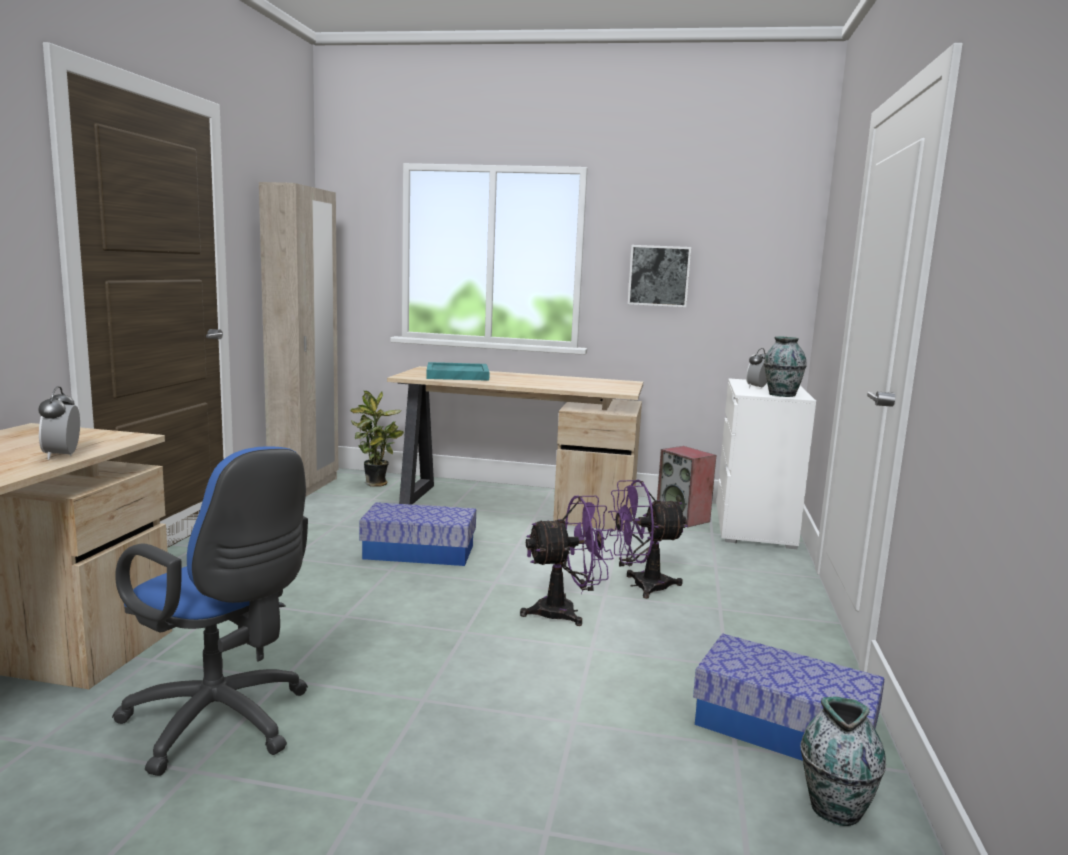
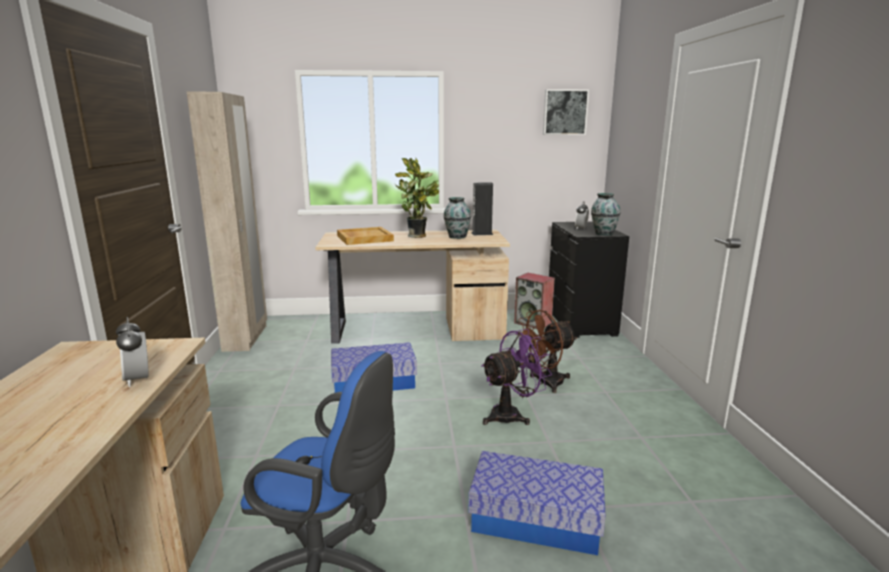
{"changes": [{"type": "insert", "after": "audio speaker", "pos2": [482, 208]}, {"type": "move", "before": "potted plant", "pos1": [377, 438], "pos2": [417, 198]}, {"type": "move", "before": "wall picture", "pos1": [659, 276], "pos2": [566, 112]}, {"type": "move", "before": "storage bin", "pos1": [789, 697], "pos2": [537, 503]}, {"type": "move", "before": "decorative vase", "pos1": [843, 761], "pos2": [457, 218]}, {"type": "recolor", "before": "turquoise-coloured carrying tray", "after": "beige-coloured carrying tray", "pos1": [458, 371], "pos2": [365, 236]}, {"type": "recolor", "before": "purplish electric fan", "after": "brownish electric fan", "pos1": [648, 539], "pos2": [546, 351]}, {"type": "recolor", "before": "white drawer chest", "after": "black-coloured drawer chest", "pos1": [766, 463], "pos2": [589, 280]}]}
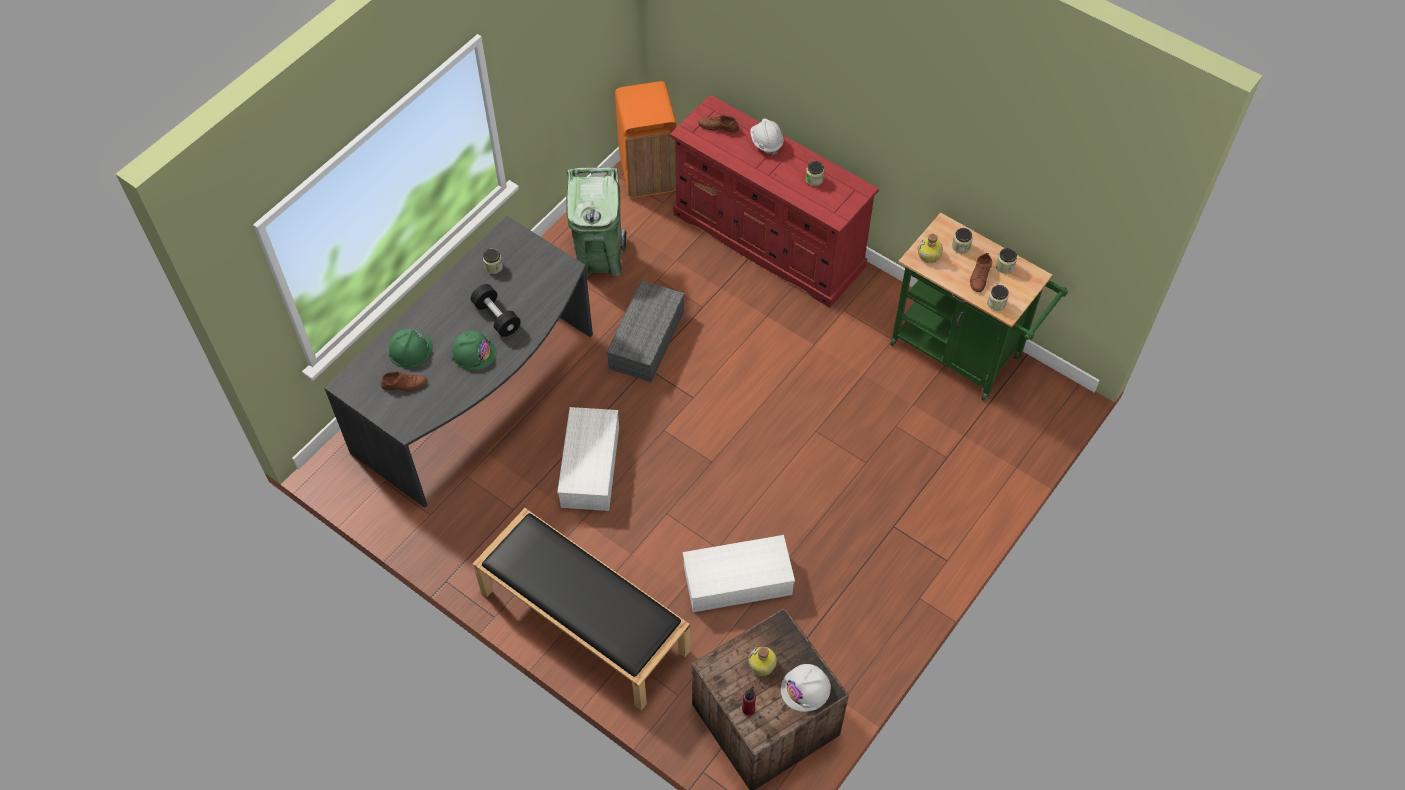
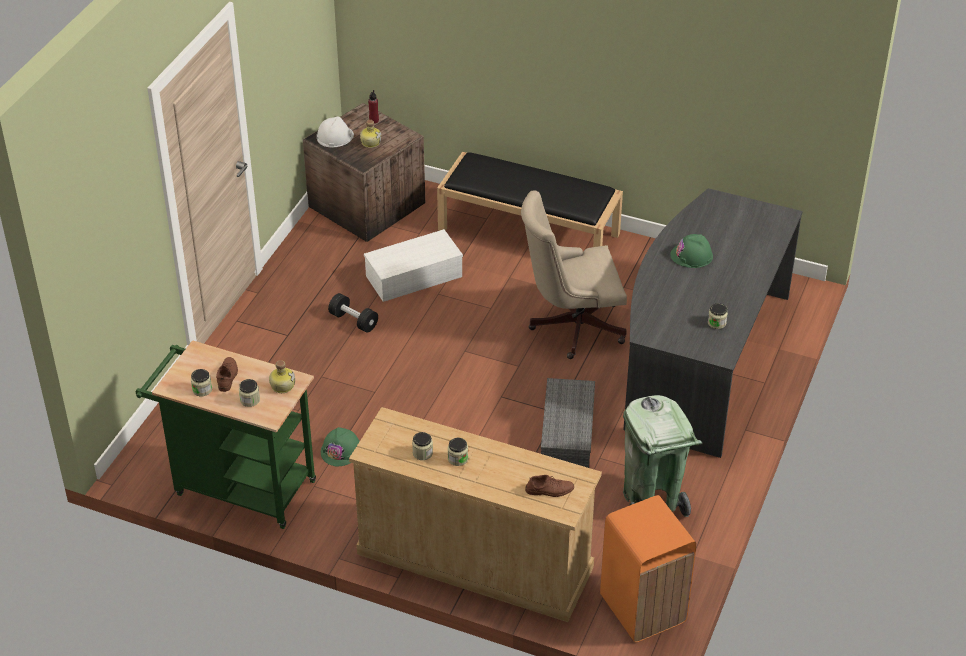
{"changes": [{"type": "delete", "before": "brownish shoe", "pos1": [404, 381]}, {"type": "delete", "before": "white safety helmet", "pos1": [767, 137]}, {"type": "move", "before": "greenish safety helmet", "pos1": [410, 348], "pos2": [340, 446]}, {"type": "move", "before": "black-coloured free weight", "pos1": [496, 310], "pos2": [353, 313]}, {"type": "move", "before": "jar", "pos1": [998, 298], "pos2": [458, 452]}, {"type": "replace", "before": "white storage bin", "after": "beige-coloured desk chair", "pos1": [588, 459], "pos2": [574, 274]}, {"type": "recolor", "before": "red-coloured drawer chest", "after": "beige-coloured drawer chest", "pos1": [774, 201], "pos2": [475, 514]}]}
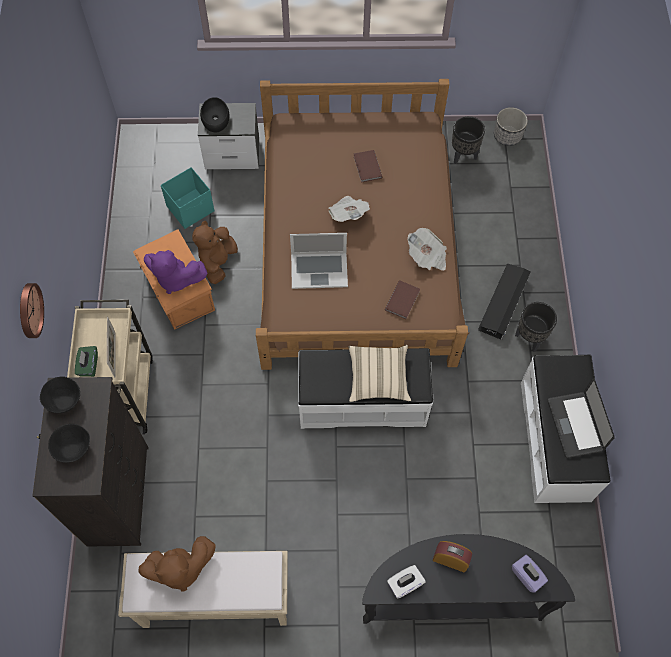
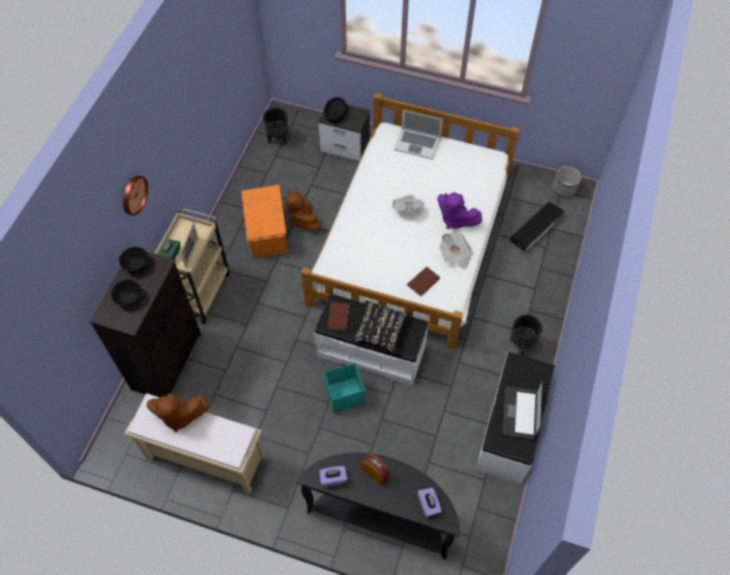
{"changes": [{"type": "move", "before": "purplish soft toy", "pos1": [176, 272], "pos2": [459, 210]}, {"type": "move", "before": "turquoise-coloured storage bin", "pos1": [187, 198], "pos2": [344, 388]}, {"type": "move", "before": "portable computer", "pos1": [319, 261], "pos2": [418, 134]}, {"type": "move", "before": "brownish book", "pos1": [368, 166], "pos2": [338, 316]}, {"type": "move", "before": "black-coloured flower pot", "pos1": [468, 140], "pos2": [275, 126]}, {"type": "move", "before": "black-coloured storage bin", "pos1": [504, 301], "pos2": [537, 227]}, {"type": "recolor", "before": "brownish sleeping bed", "after": "white sleeping bed", "pos1": [362, 224], "pos2": [410, 221]}, {"type": "recolor", "before": "beige-coloured throw pillow", "after": "black-coloured throw pillow", "pos1": [379, 373], "pos2": [380, 327]}, {"type": "recolor", "before": "white box of tissues", "after": "purplish box of tissues", "pos1": [406, 582], "pos2": [333, 476]}, {"type": "rotate", "before": "brownish soft toy", "pos1": [215, 252], "pos2": [303, 210], "turn": -60}]}
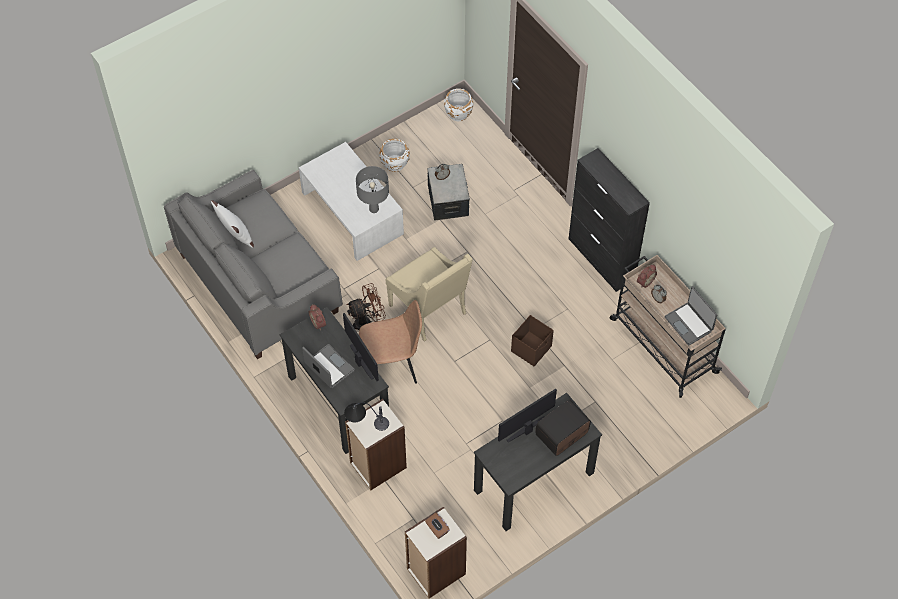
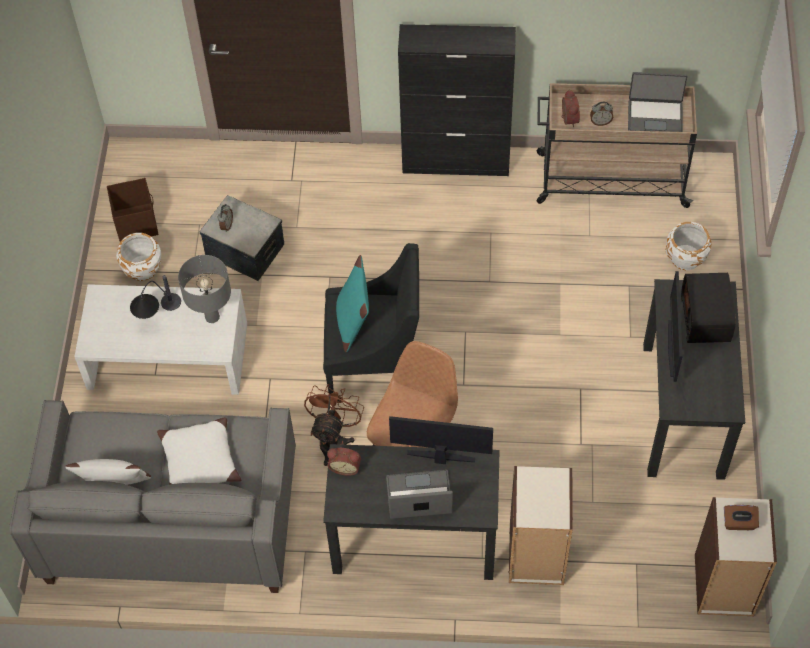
{"changes": [{"type": "insert", "after": "white throw pillow", "pos2": [199, 451]}, {"type": "insert", "after": "turquoise-coloured throw pillow", "pos2": [352, 303]}, {"type": "move", "before": "lamp for a table", "pos1": [366, 416], "pos2": [155, 297]}, {"type": "move", "before": "white flower pot", "pos1": [458, 105], "pos2": [688, 246]}, {"type": "move", "before": "brownish storage bin", "pos1": [532, 340], "pos2": [133, 210]}, {"type": "recolor", "before": "beige-coloured armchair", "after": "black-coloured armchair", "pos1": [429, 294], "pos2": [371, 318]}]}
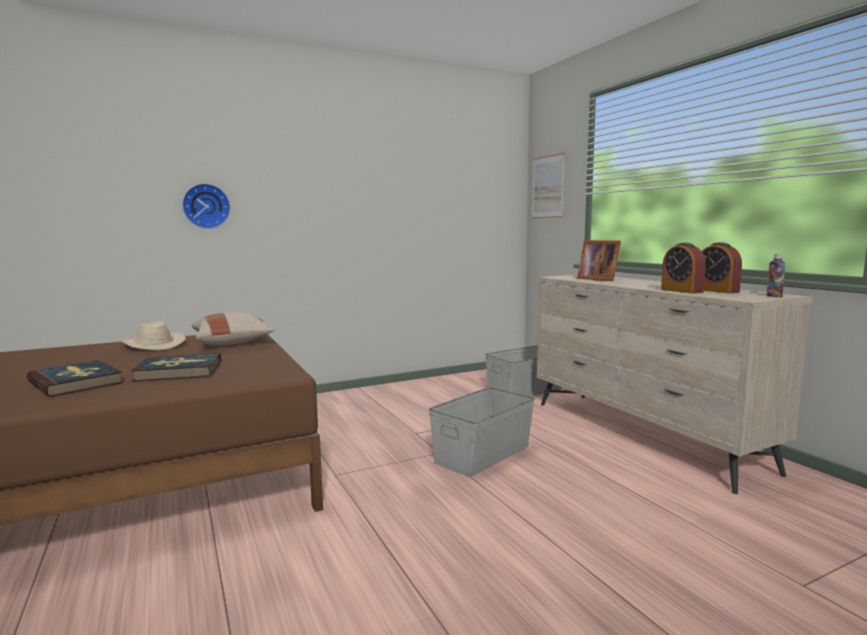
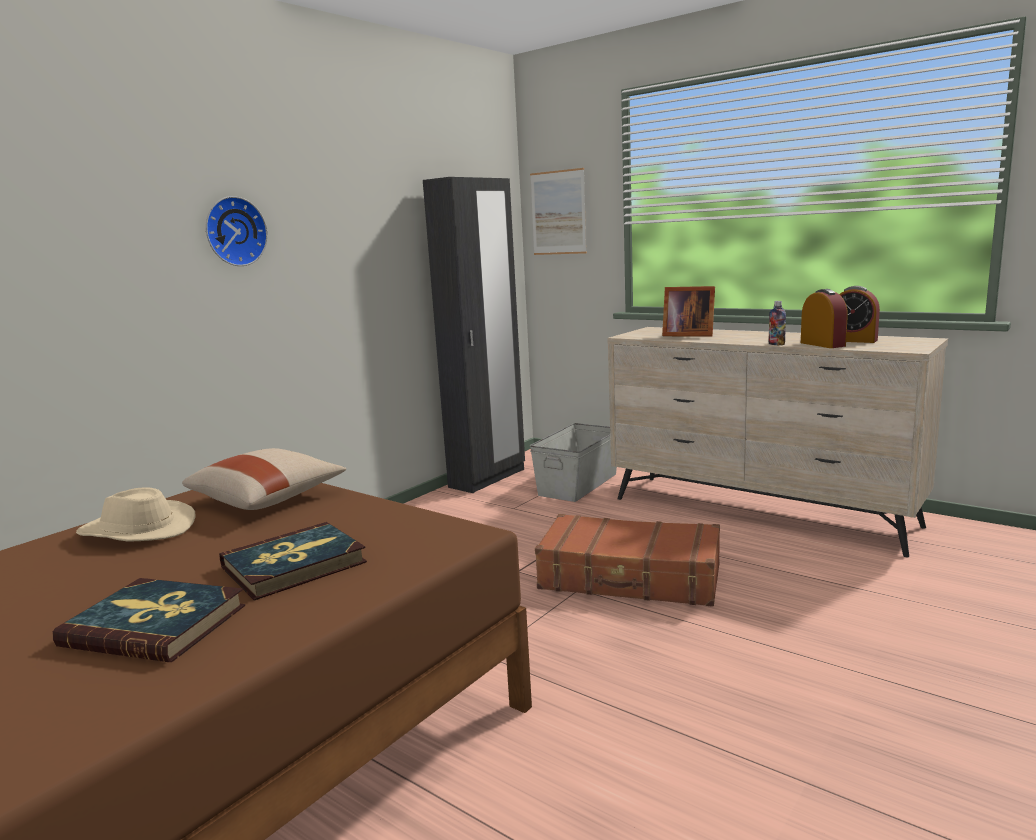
{"changes": [{"type": "insert", "after": "black-coloured wardrobe", "pos2": [474, 335]}, {"type": "move", "before": "clock on the wall", "pos1": [206, 206], "pos2": [237, 231]}, {"type": "move", "before": "beverage bottle", "pos1": [775, 275], "pos2": [777, 323]}, {"type": "replace", "before": "greyish storage bin", "after": "brownish travel case", "pos1": [482, 432], "pos2": [627, 560]}, {"type": "rotate", "before": "bedside clock", "pos1": [683, 268], "pos2": [824, 318], "turn": -150}]}
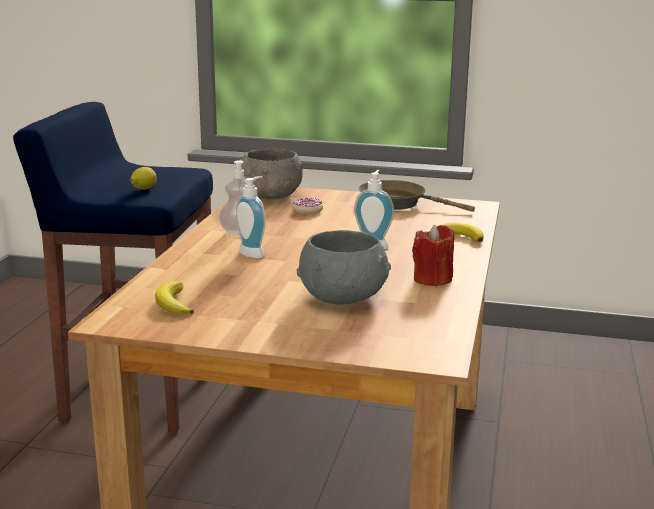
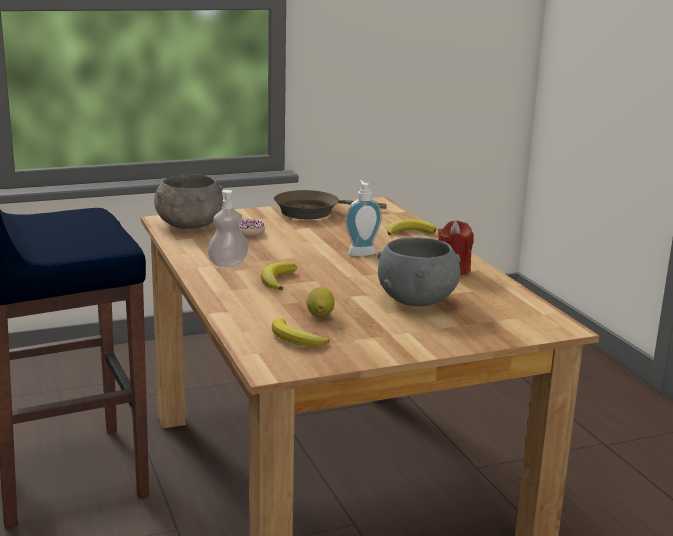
{"changes": [{"type": "move", "before": "citrus fruit", "pos1": [143, 178], "pos2": [320, 302]}, {"type": "replace", "before": "liquid soap bottle", "after": "whole banana", "pos1": [251, 217], "pos2": [279, 276]}]}
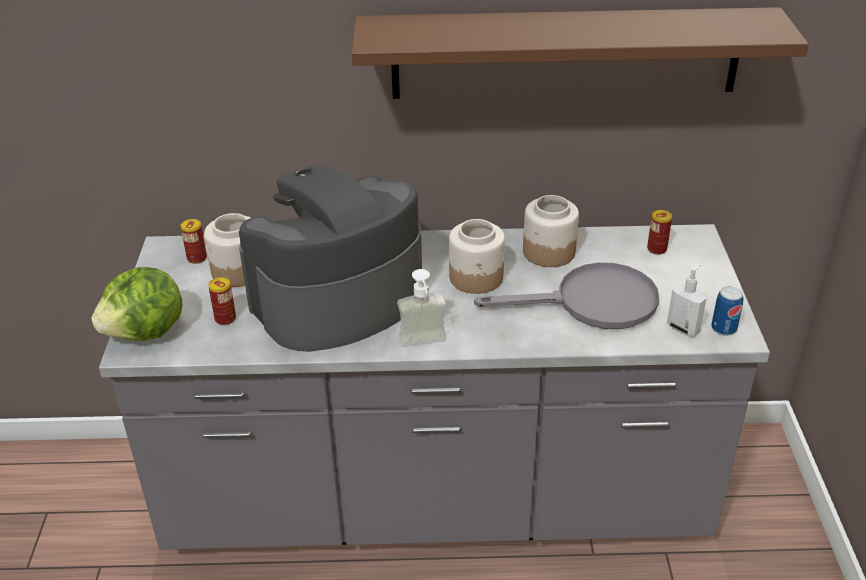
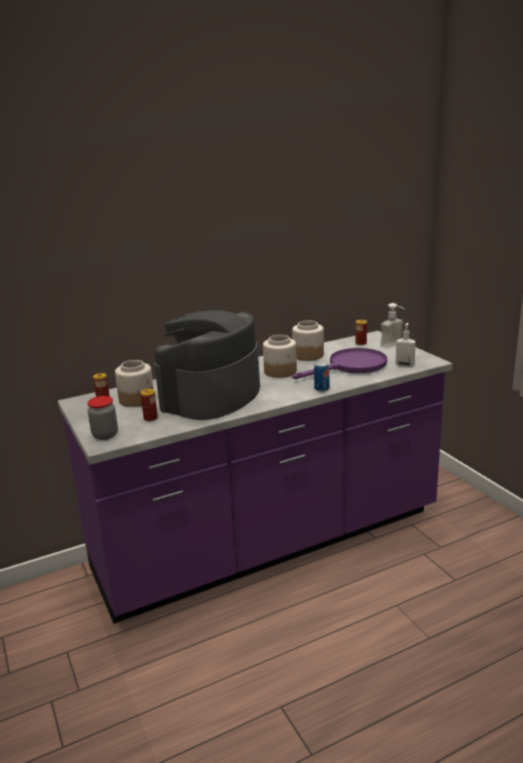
{"changes": [{"type": "delete", "before": "brownish wall shelf", "pos1": [580, 53]}, {"type": "move", "before": "liquid soap bottle", "pos1": [421, 308], "pos2": [392, 326]}, {"type": "move", "before": "metal can", "pos1": [727, 311], "pos2": [322, 376]}, {"type": "replace", "before": "head of lettuce", "after": "jar", "pos1": [137, 304], "pos2": [102, 418]}, {"type": "recolor", "before": "greyish kitchen counter", "after": "purplish kitchen counter", "pos1": [434, 386], "pos2": [255, 477]}, {"type": "recolor", "before": "greyish pan", "after": "purplish pan", "pos1": [566, 295], "pos2": [339, 363]}]}
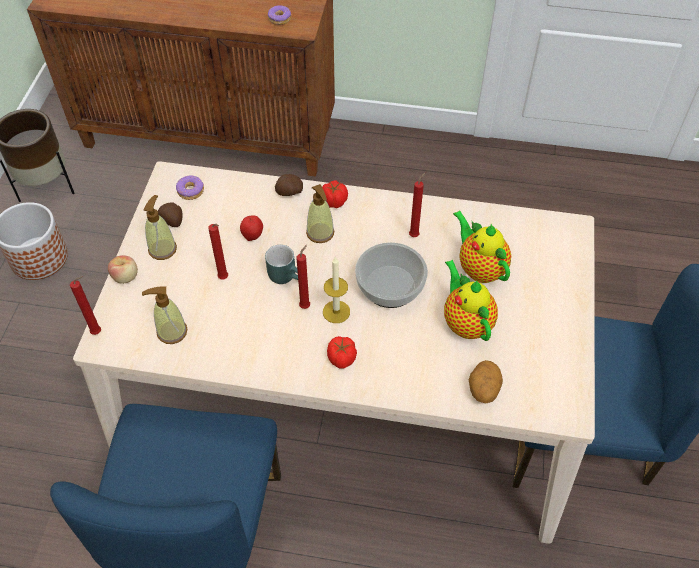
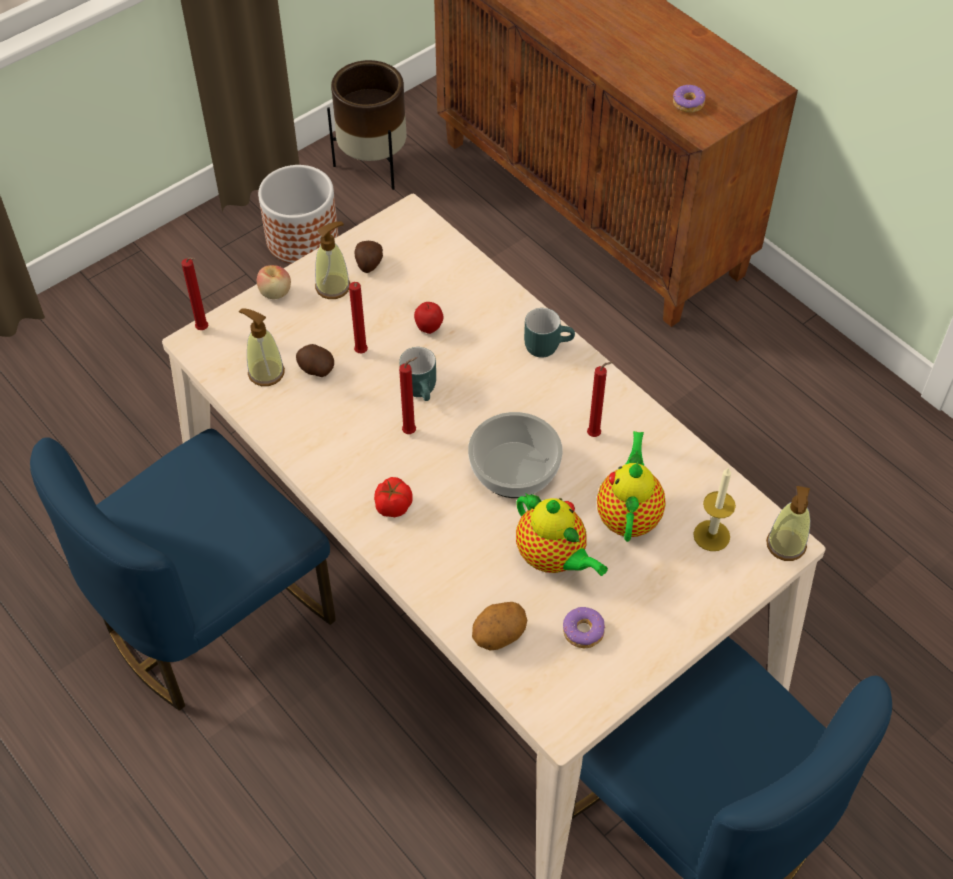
{"changes": [{"type": "move", "before": "ring doughnut", "pos1": [190, 188], "pos2": [584, 627]}, {"type": "move", "before": "potato", "pos1": [289, 185], "pos2": [315, 360]}, {"type": "move", "before": "liquid soap bottle", "pos1": [320, 213], "pos2": [788, 523]}, {"type": "move", "before": "wax light", "pos1": [336, 290], "pos2": [714, 509]}, {"type": "replace", "before": "whole tomato", "after": "turquoise-coloured tea mug", "pos1": [335, 194], "pos2": [549, 333]}, {"type": "rotate", "before": "tea pot", "pos1": [471, 300], "pos2": [562, 534], "turn": 120}]}
